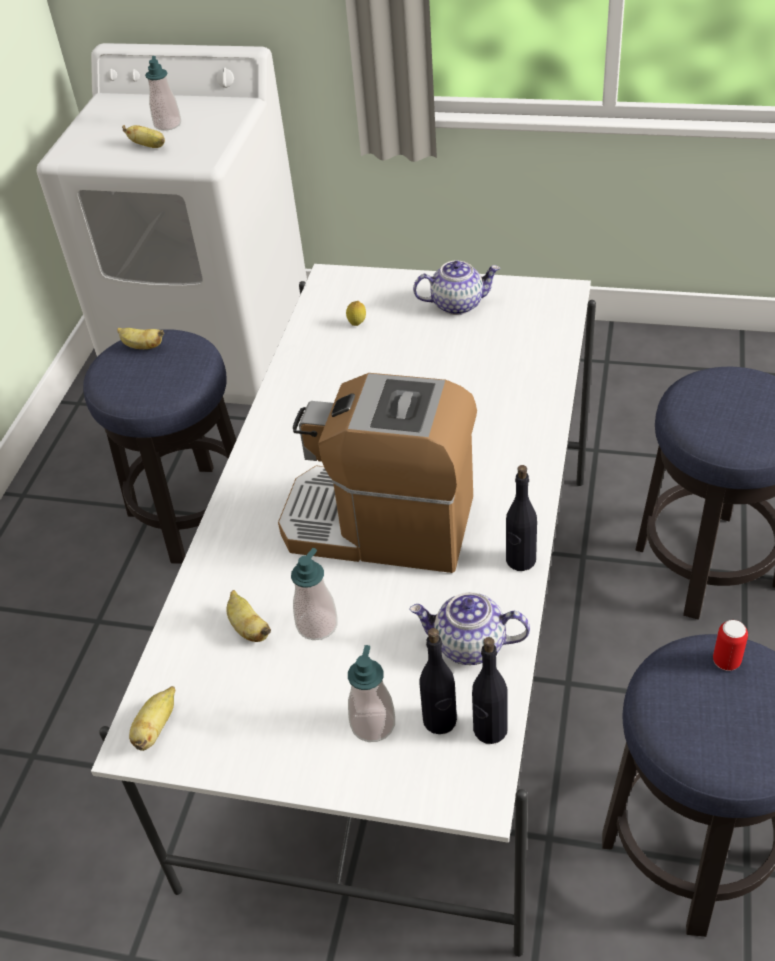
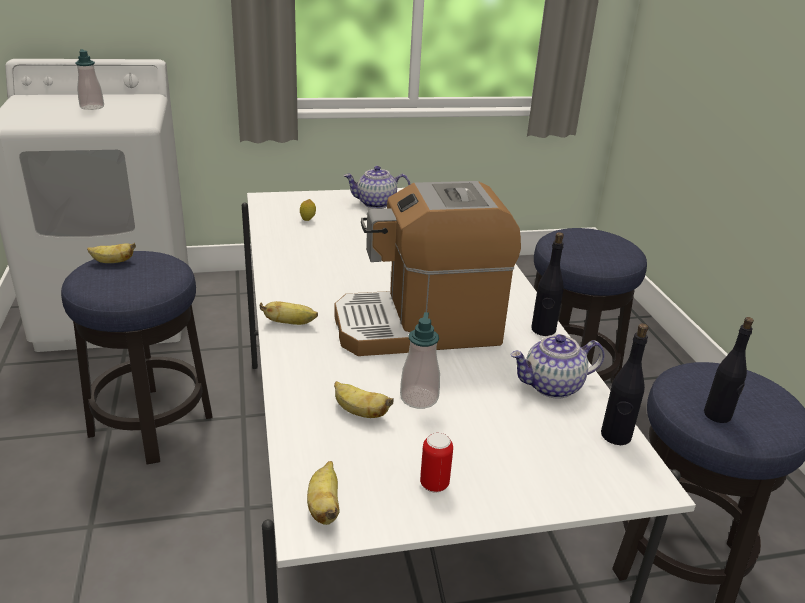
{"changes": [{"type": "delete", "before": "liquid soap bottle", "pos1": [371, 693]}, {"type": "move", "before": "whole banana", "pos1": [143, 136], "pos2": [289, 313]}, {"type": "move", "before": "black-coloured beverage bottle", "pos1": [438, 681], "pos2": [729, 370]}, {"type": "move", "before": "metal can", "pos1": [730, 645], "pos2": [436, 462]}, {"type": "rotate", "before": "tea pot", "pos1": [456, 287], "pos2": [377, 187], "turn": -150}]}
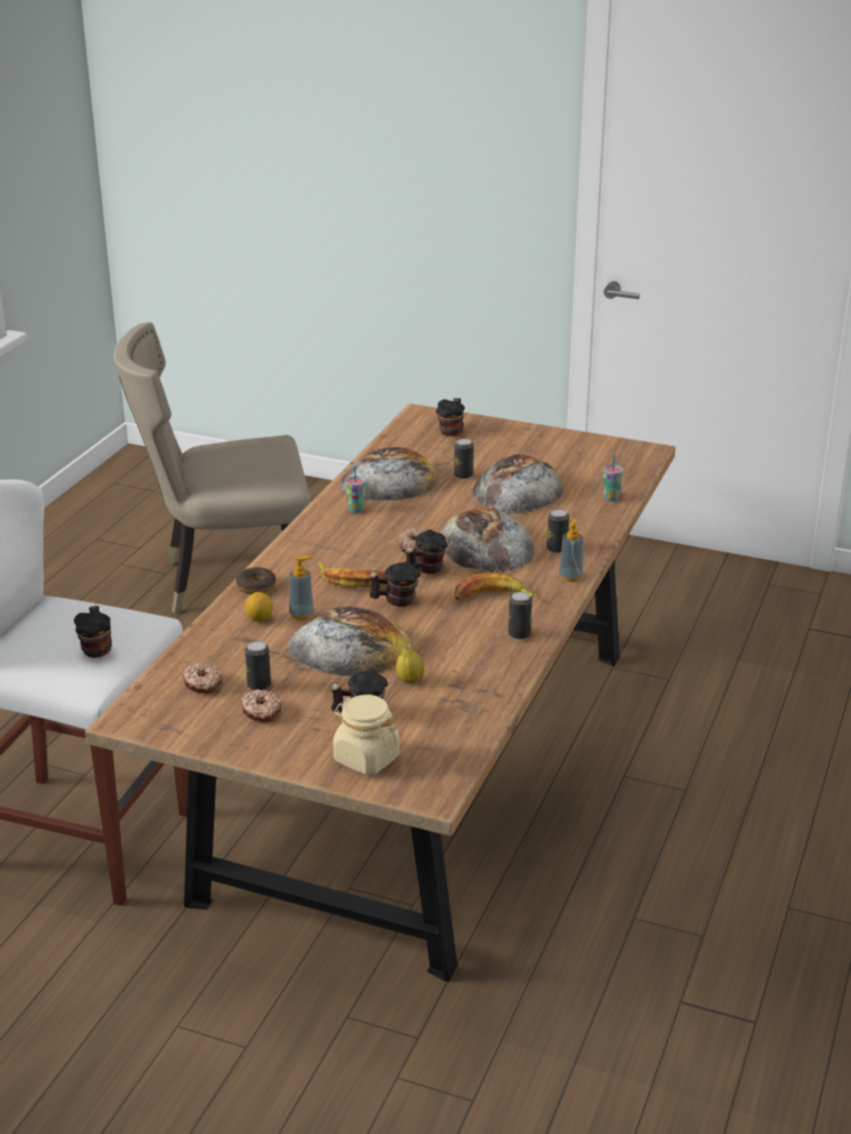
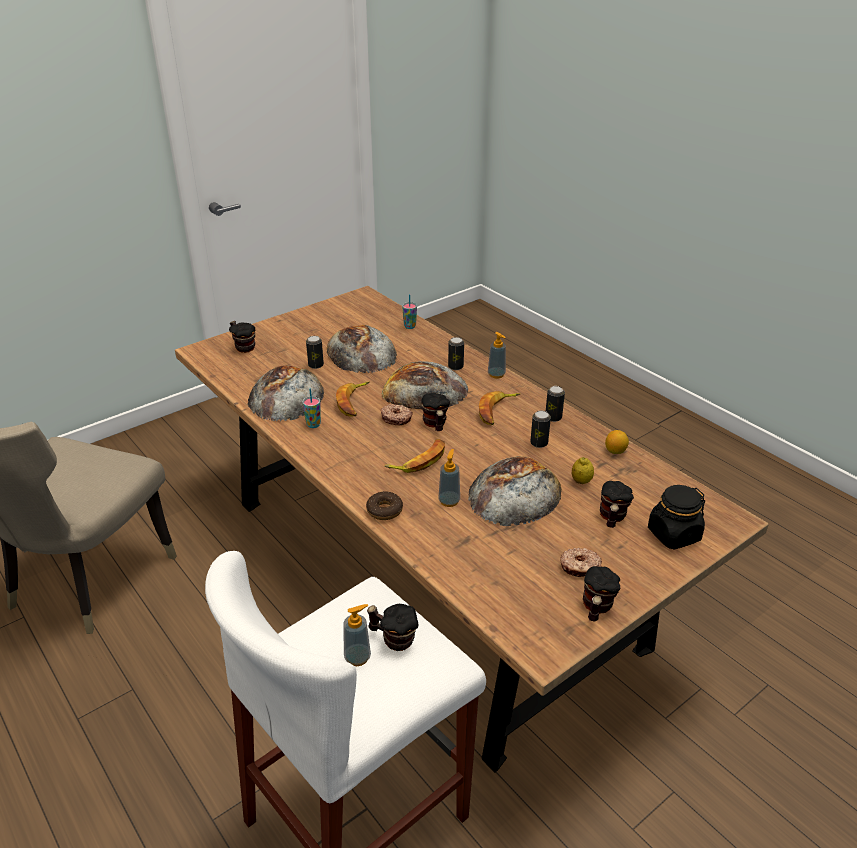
{"changes": [{"type": "delete", "before": "ring doughnut", "pos1": [202, 678]}, {"type": "insert", "after": "whole banana", "pos2": [353, 399]}, {"type": "insert", "after": "liquid soap bottle", "pos2": [357, 635]}, {"type": "move", "before": "citrus fruit", "pos1": [259, 607], "pos2": [617, 442]}, {"type": "move", "before": "metal can", "pos1": [258, 666], "pos2": [540, 429]}, {"type": "move", "before": "tea mug", "pos1": [395, 584], "pos2": [601, 594]}, {"type": "recolor", "before": "beige-coloured jar", "after": "black-coloured jar", "pos1": [366, 735], "pos2": [676, 517]}]}
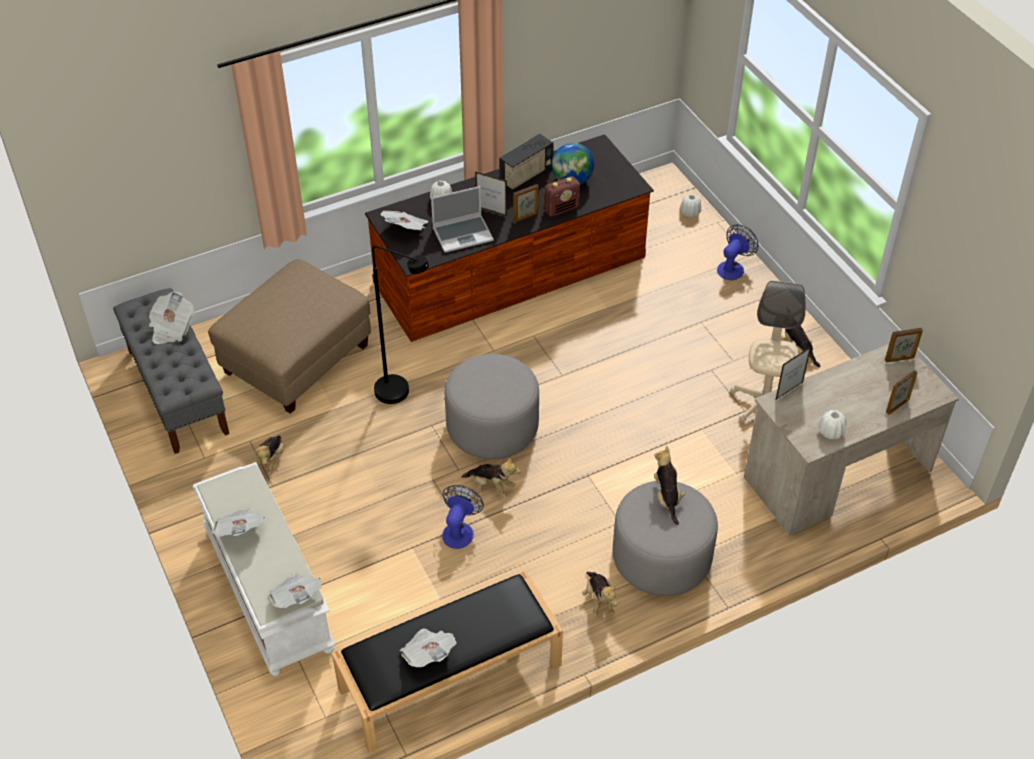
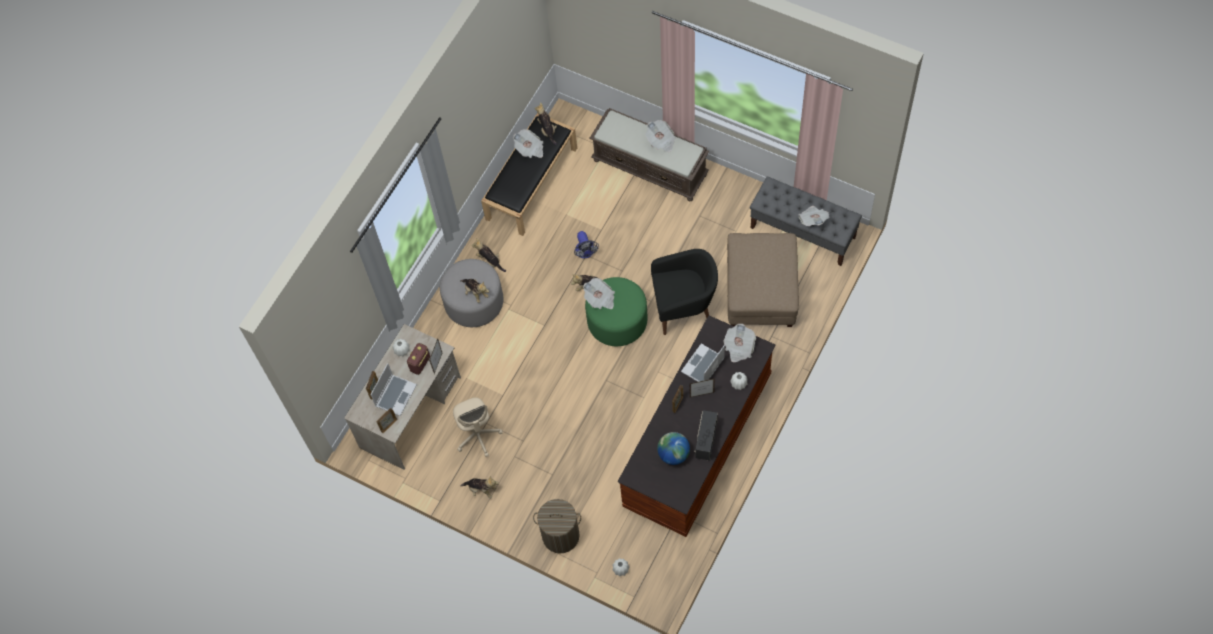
{"changes": [{"type": "insert", "after": "portable computer", "pos2": [393, 389]}, {"type": "move", "before": "soft toy", "pos1": [269, 455], "pos2": [546, 123]}, {"type": "move", "before": "newspaper", "pos1": [295, 590], "pos2": [599, 293]}, {"type": "move", "before": "radio receiver", "pos1": [562, 196], "pos2": [418, 359]}, {"type": "replace", "before": "black-coloured floor lamp", "after": "black-coloured armchair", "pos1": [400, 325], "pos2": [684, 292]}, {"type": "replace", "before": "electric fan", "after": "hamper", "pos1": [737, 252], "pos2": [557, 526]}, {"type": "recolor", "before": "white long seat", "after": "brownish long seat", "pos1": [264, 569], "pos2": [649, 154]}, {"type": "recolor", "before": "greyish pouffe", "after": "greenish pouffe", "pos1": [492, 406], "pos2": [616, 311]}]}
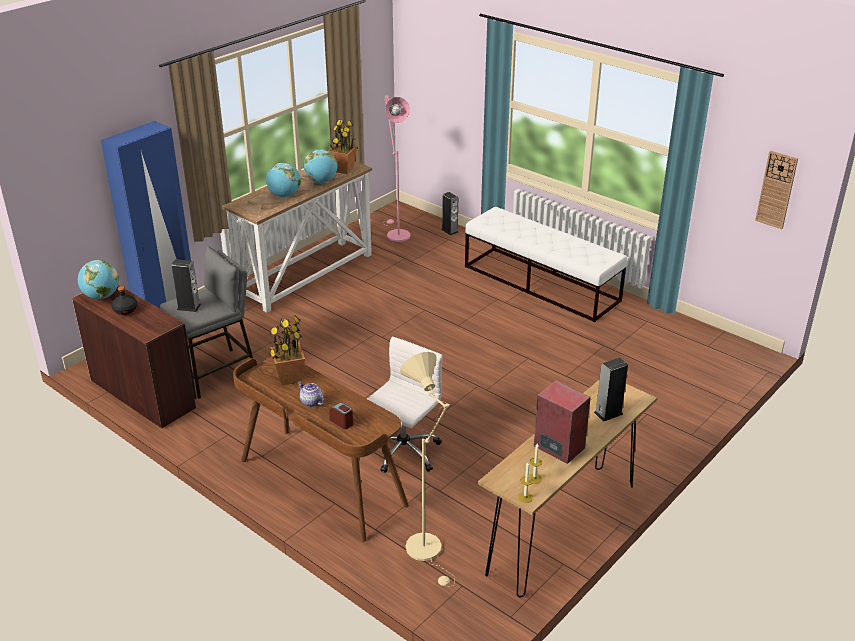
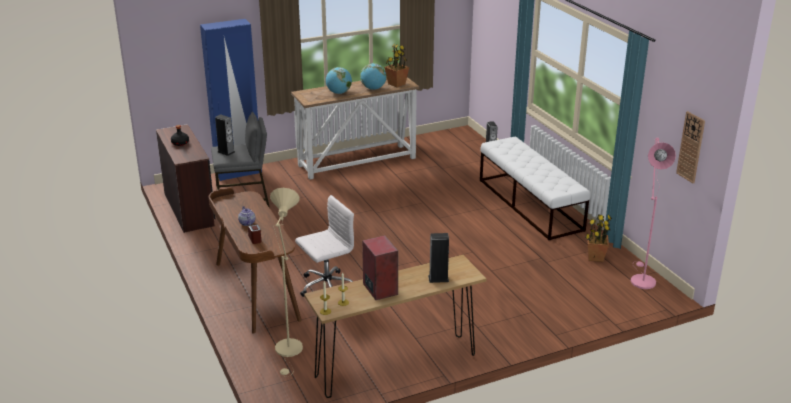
{"changes": [{"type": "delete", "before": "desk globe", "pos1": [98, 279]}, {"type": "move", "before": "potted plant", "pos1": [287, 350], "pos2": [598, 238]}, {"type": "move", "before": "pinkish floor lamp", "pos1": [396, 168], "pos2": [653, 213]}]}
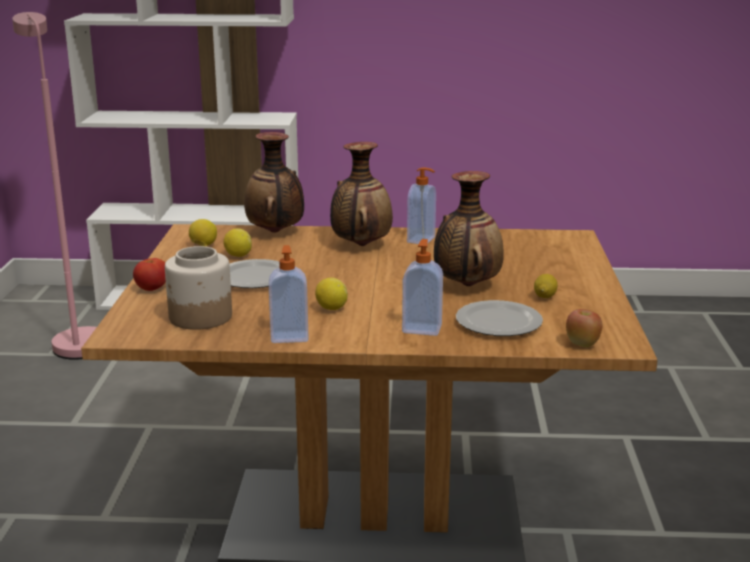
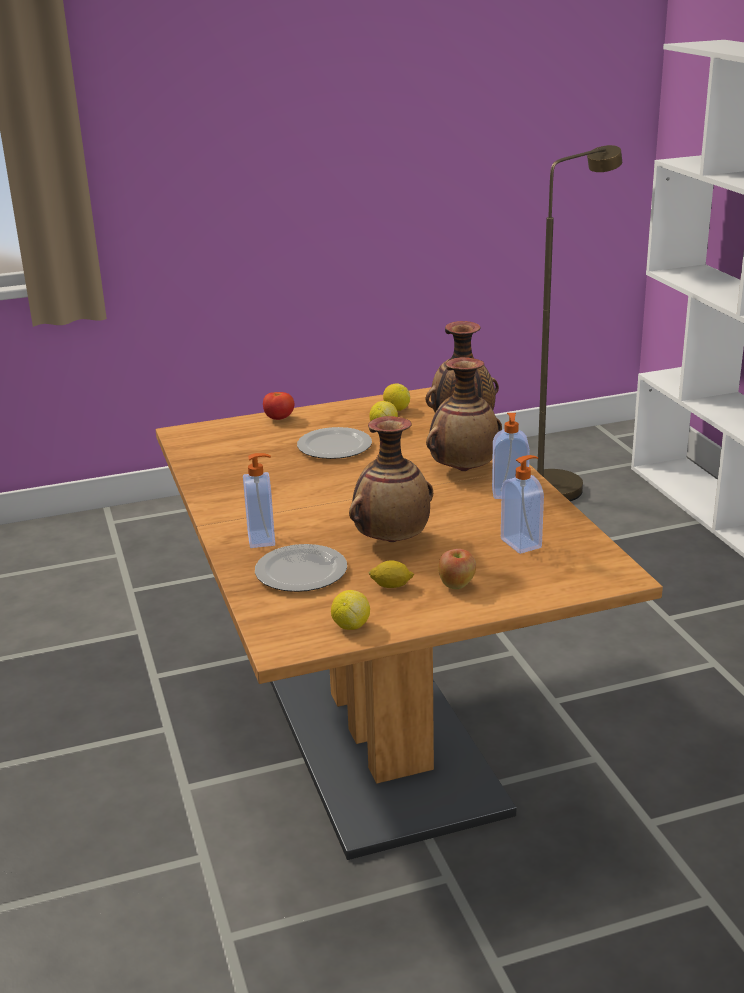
{"changes": [{"type": "delete", "before": "jar", "pos1": [198, 288]}, {"type": "move", "before": "liquid soap bottle", "pos1": [289, 294], "pos2": [522, 504]}, {"type": "move", "before": "citrus fruit", "pos1": [331, 294], "pos2": [350, 610]}, {"type": "move", "before": "apple", "pos1": [584, 328], "pos2": [457, 569]}, {"type": "recolor", "before": "pinkish floor lamp", "after": "brownish floor lamp", "pos1": [54, 186], "pos2": [579, 323]}]}
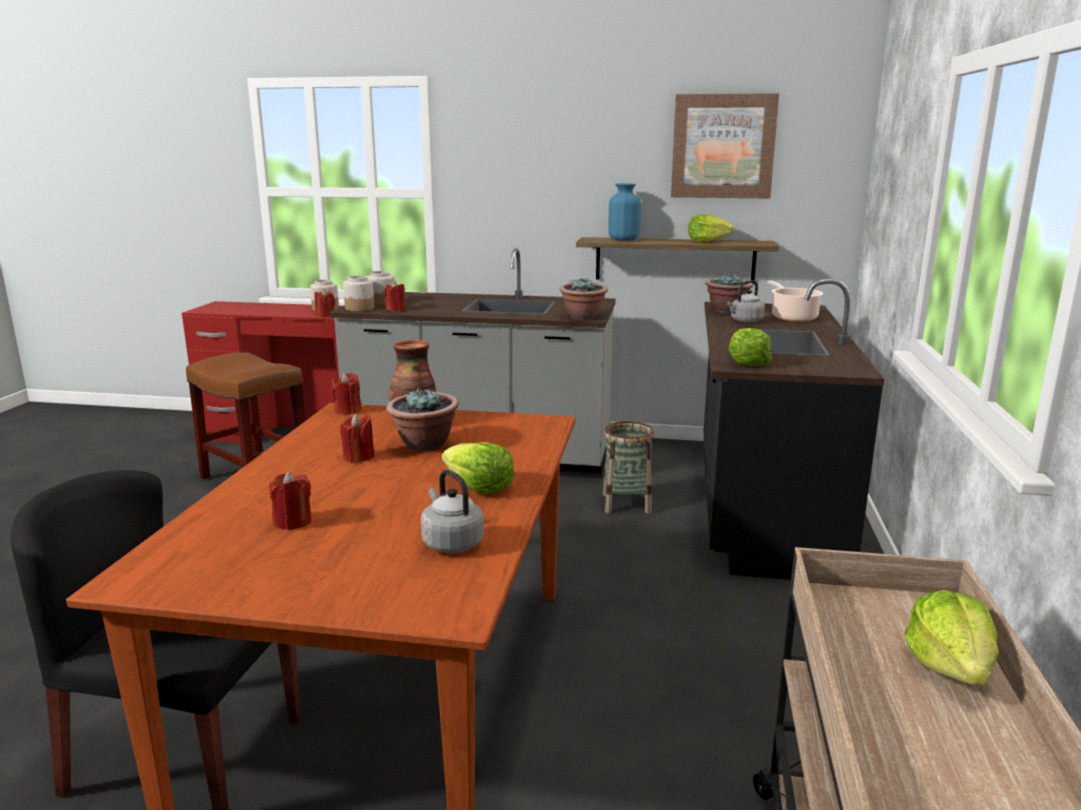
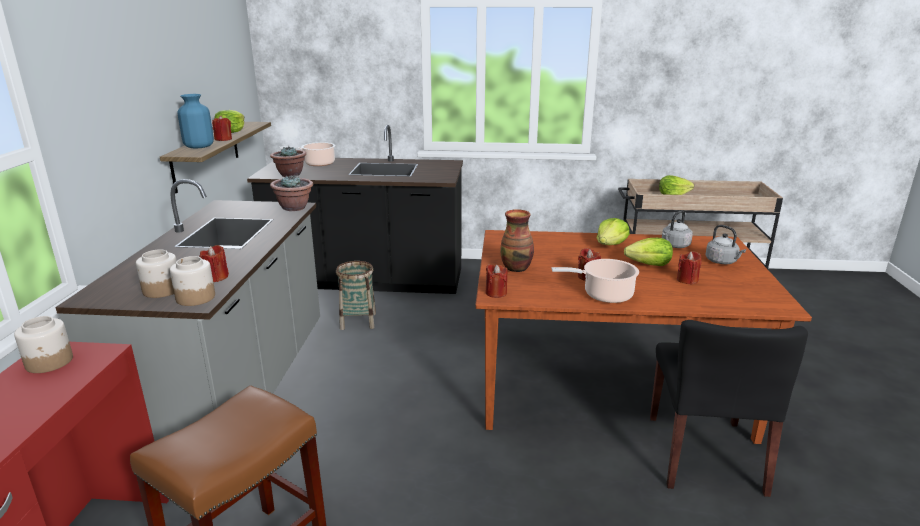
{"changes": [{"type": "delete", "before": "potted plant", "pos1": [422, 420]}, {"type": "delete", "before": "wall picture", "pos1": [725, 145]}, {"type": "insert", "after": "saucepot", "pos2": [595, 281]}, {"type": "move", "before": "red-coloured wax light", "pos1": [325, 303], "pos2": [222, 128]}, {"type": "move", "before": "greyish water kettle", "pos1": [746, 301], "pos2": [725, 244]}, {"type": "move", "before": "head of lettuce", "pos1": [750, 347], "pos2": [648, 252]}]}
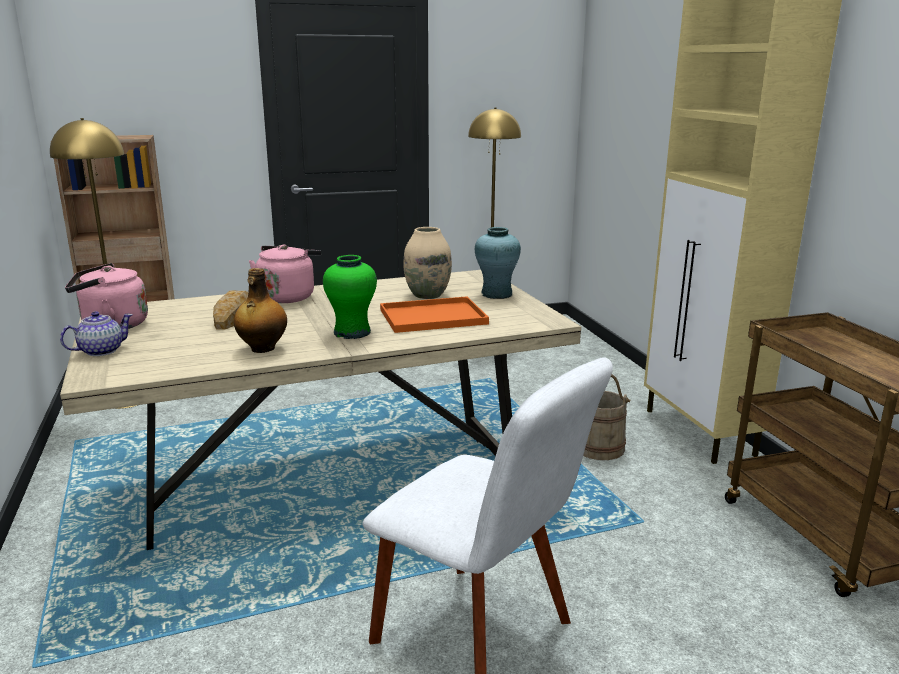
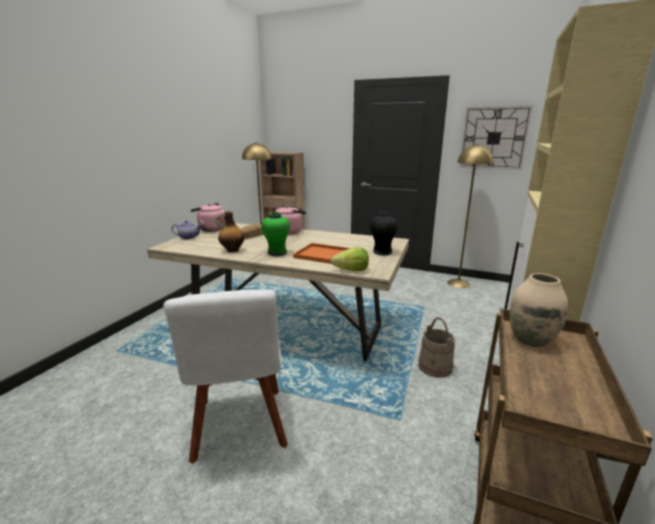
{"changes": [{"type": "insert", "after": "head of lettuce", "pos2": [350, 259]}, {"type": "insert", "after": "clock on the wall", "pos2": [496, 137]}, {"type": "move", "before": "beige-coloured decorative vase", "pos1": [427, 263], "pos2": [539, 310]}, {"type": "recolor", "before": "turquoise-coloured decorative vase", "after": "black-coloured decorative vase", "pos1": [498, 263], "pos2": [384, 233]}]}
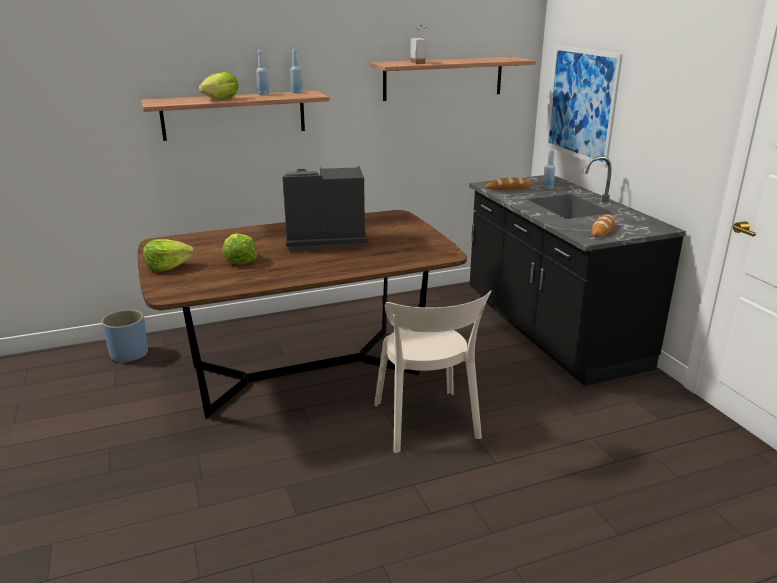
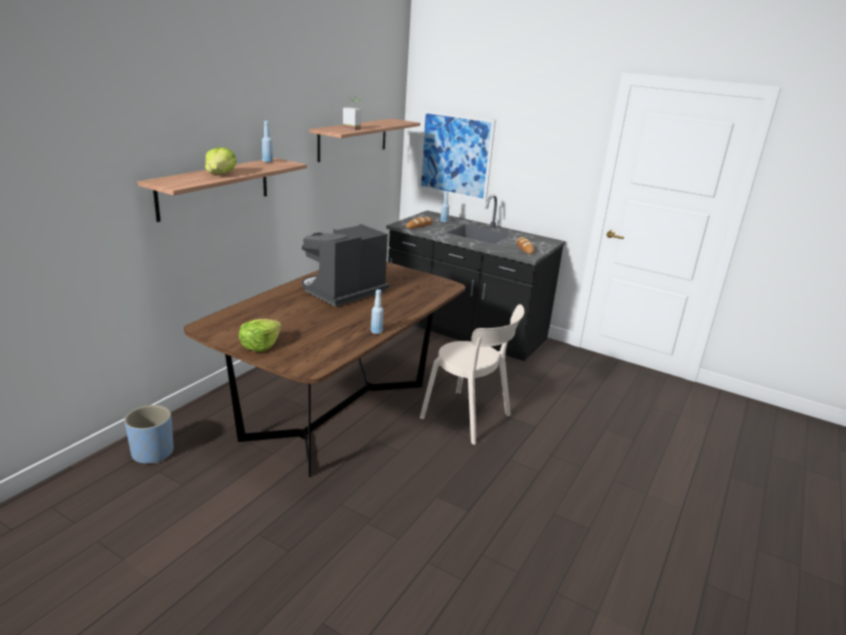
{"changes": [{"type": "delete", "before": "head of lettuce", "pos1": [240, 248]}, {"type": "move", "before": "blue-coloured beverage bottle", "pos1": [262, 72], "pos2": [377, 311]}]}
